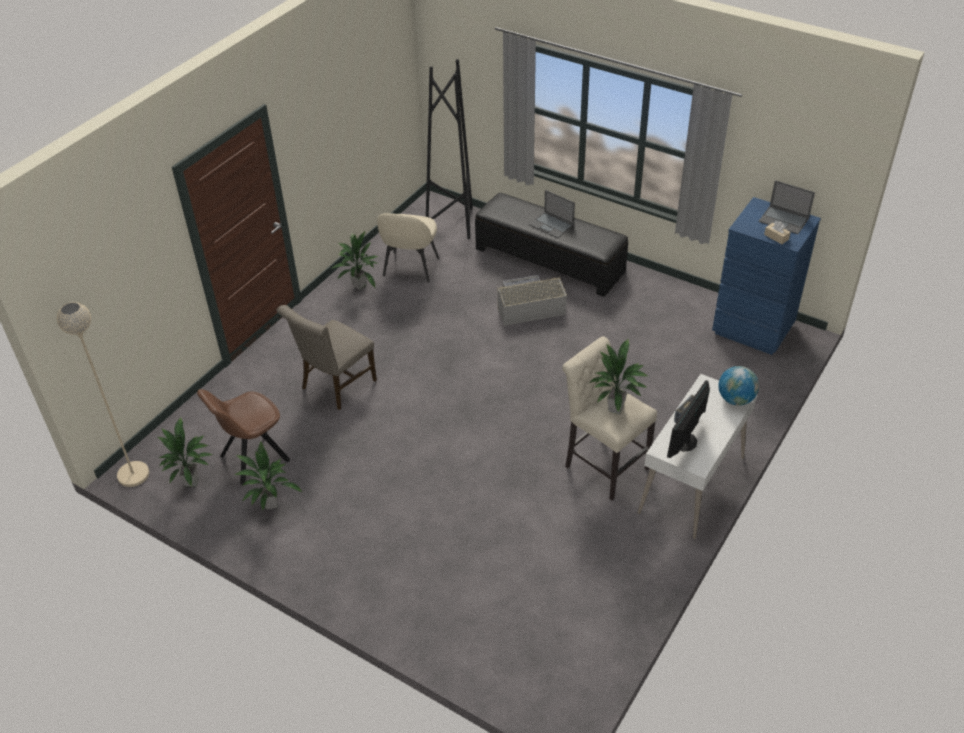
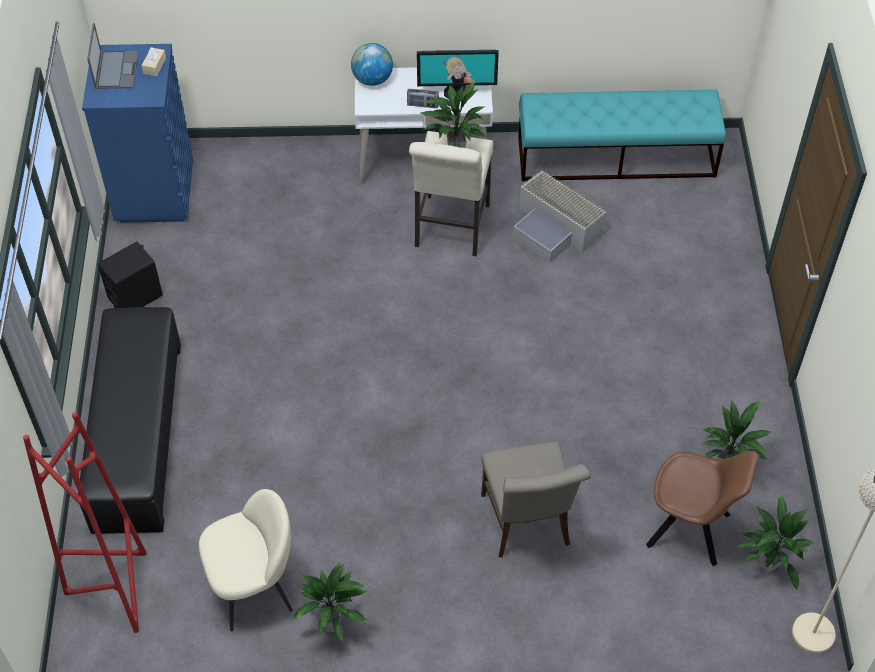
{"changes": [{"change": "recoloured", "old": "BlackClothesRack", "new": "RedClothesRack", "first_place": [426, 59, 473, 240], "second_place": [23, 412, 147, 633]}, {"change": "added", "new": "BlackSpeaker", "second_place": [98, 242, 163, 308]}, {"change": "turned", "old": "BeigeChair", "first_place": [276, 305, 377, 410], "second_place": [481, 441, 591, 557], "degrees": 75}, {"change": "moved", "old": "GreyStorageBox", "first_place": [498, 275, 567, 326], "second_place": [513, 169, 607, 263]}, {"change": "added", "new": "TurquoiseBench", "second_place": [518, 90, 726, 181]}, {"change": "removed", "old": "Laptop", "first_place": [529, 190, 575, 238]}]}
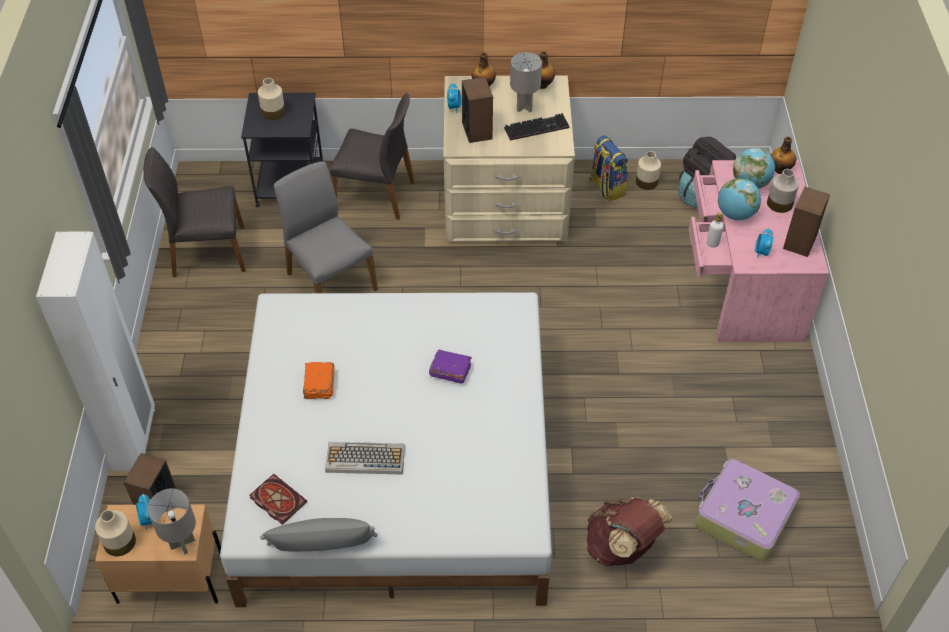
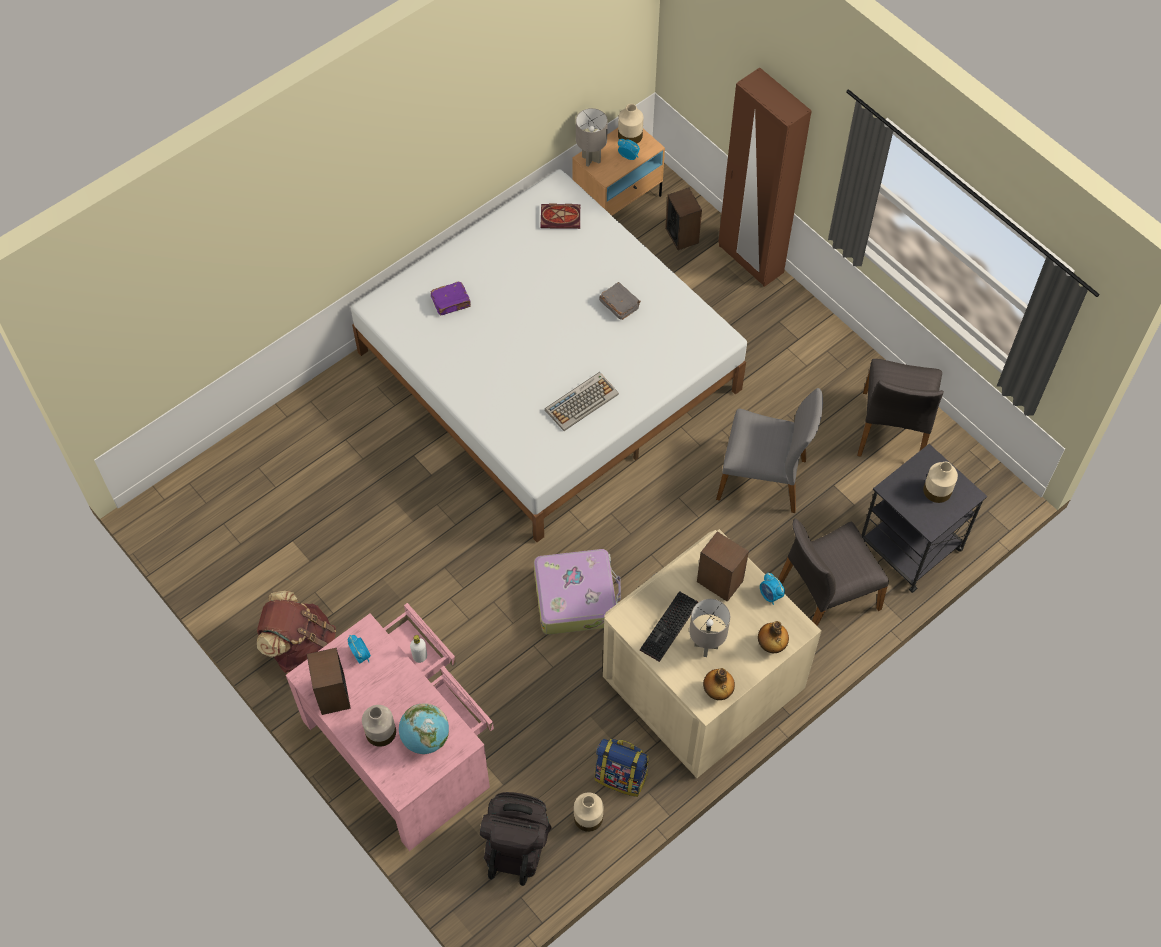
{"changes": [{"change": "moved", "old": "BrownBackpack", "first_place": [587, 497, 673, 566], "second_place": [257, 591, 336, 674]}, {"change": "moved", "old": "PurpleBook", "first_place": [429, 350, 472, 384], "second_place": [431, 282, 471, 315]}, {"change": "moved", "old": "Suitcase", "first_place": [696, 459, 800, 561], "second_place": [534, 549, 621, 635]}, {"change": "moved", "old": "Keyboard", "first_place": [325, 442, 405, 475], "second_place": [545, 372, 619, 431]}, {"change": "recoloured", "old": "OrangeBook", "new": "GreyBook", "first_place": [303, 362, 335, 399], "second_place": [599, 282, 641, 320]}, {"change": "recoloured", "old": "WhiteWardrobe", "new": "BrownWardrobe", "first_place": [36, 232, 155, 471], "second_place": [718, 67, 812, 287]}, {"change": "turned", "old": "GreyChair", "first_place": [143, 147, 246, 277], "second_place": [857, 359, 944, 457], "degrees": 150}, {"change": "removed", "old": "GreyPillow", "first_place": [260, 518, 378, 552]}, {"change": "removed", "old": "Globe", "first_place": [718, 178, 761, 220]}, {"change": "removed", "old": "Bottle", "first_place": [771, 136, 796, 174]}]}
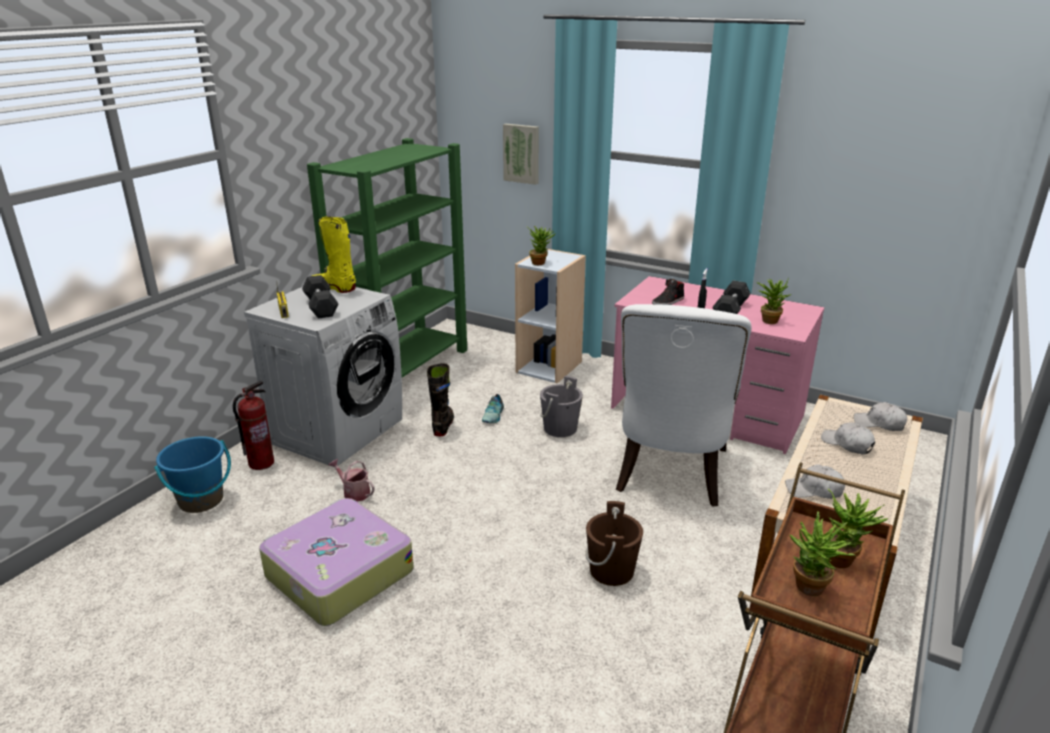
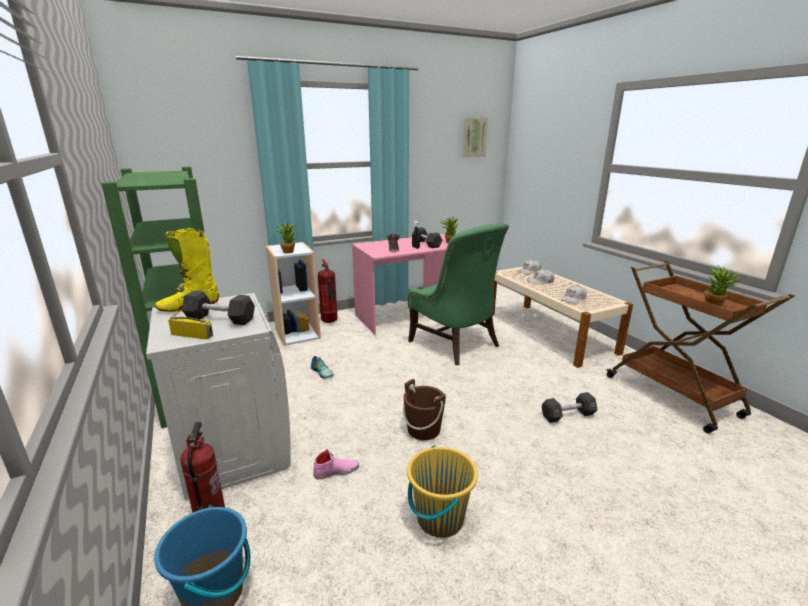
{"changes": [{"change": "replaced", "old": "WateringCan", "new": "PinkShoe", "first_place": [329, 459, 375, 502], "second_place": [313, 449, 359, 480]}, {"change": "added", "new": "FireExtinguisher", "second_place": [318, 260, 338, 323]}, {"change": "moved", "old": "BrownBucket", "first_place": [585, 501, 643, 586], "second_place": [403, 379, 446, 440]}, {"change": "replaced", "old": "Suitcase", "new": "YellowBucket", "first_place": [259, 498, 414, 626], "second_place": [407, 446, 478, 538]}, {"change": "recoloured", "old": "WhiteChair", "new": "GreenChair", "first_place": [616, 304, 752, 507], "second_place": [408, 223, 509, 365]}, {"change": "moved", "old": "Picture", "first_place": [503, 124, 539, 185], "second_place": [463, 117, 488, 158]}, {"change": "added", "new": "BlackDumbbell", "second_place": [542, 392, 598, 423]}, {"change": "removed", "old": "BlackBoot", "first_place": [427, 363, 454, 436]}, {"change": "removed", "old": "GreyBucket", "first_place": [540, 376, 583, 437]}, {"change": "removed", "old": "PottedPlant", "first_place": [826, 489, 889, 568]}]}
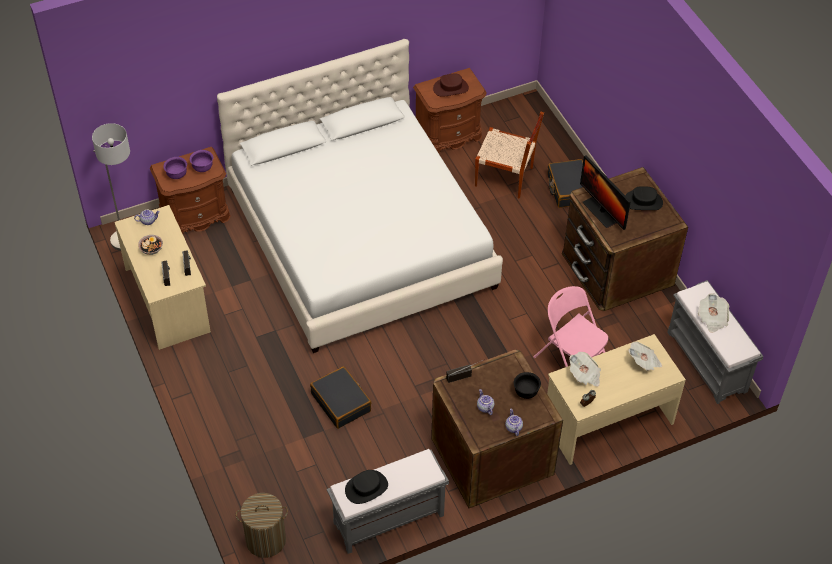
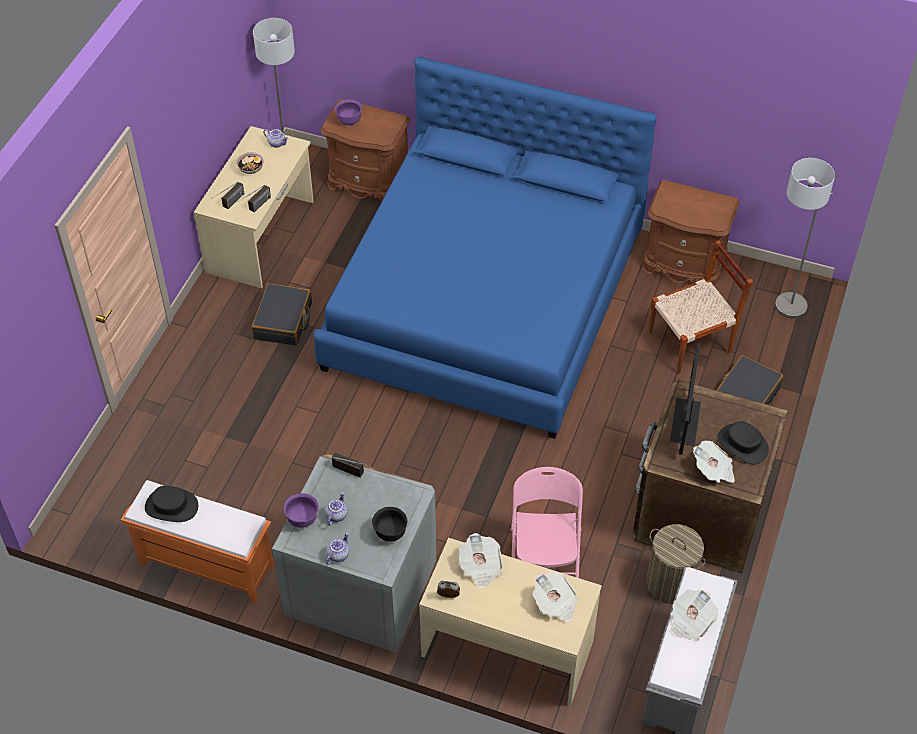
{"changes": [{"change": "recoloured", "old": "GreyBench", "new": "OrangeBench", "first_place": [327, 449, 449, 554], "second_place": [121, 480, 274, 603]}, {"change": "moved", "old": "BlackSuitcase", "first_place": [310, 366, 371, 429], "second_place": [251, 283, 312, 346]}, {"change": "recoloured", "old": "BrownDresser", "new": "GreyDresser", "first_place": [431, 349, 563, 508], "second_place": [272, 454, 437, 653]}, {"change": "moved", "old": "PurpleBowl", "first_place": [190, 150, 213, 172], "second_place": [283, 493, 319, 528]}, {"change": "recoloured", "old": "WhiteBed", "new": "BlueBed", "first_place": [217, 39, 503, 353], "second_place": [313, 57, 656, 439]}, {"change": "moved", "old": "LaundryBasket", "first_place": [236, 493, 288, 558], "second_place": [646, 524, 706, 604]}, {"change": "turned", "old": "Chair", "first_place": [475, 112, 544, 199], "second_place": [649, 240, 753, 373], "degrees": -90}, {"change": "added", "new": "Newspaper", "second_place": [693, 441, 735, 483]}, {"change": "added", "new": "GreyFloorLamp", "second_place": [775, 158, 835, 319]}, {"change": "removed", "old": "BrownHat", "first_place": [433, 73, 469, 97]}]}
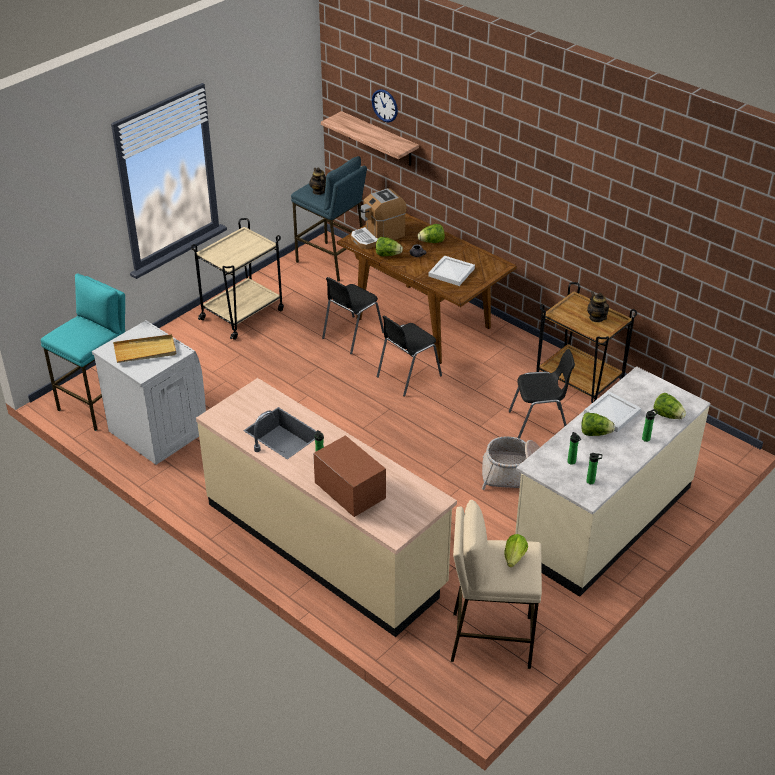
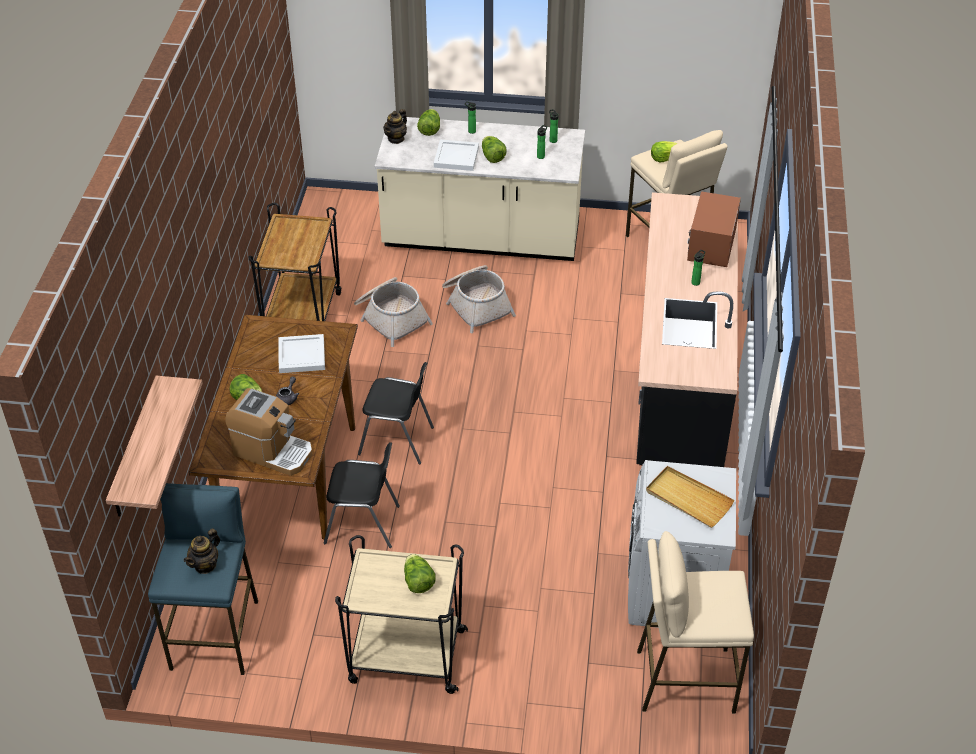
{"changes": [{"change": "replaced", "old": "BlackChair", "new": "Basket", "first_place": [509, 349, 575, 439], "second_place": [354, 277, 433, 347]}, {"change": "moved", "old": "Teapot", "first_place": [587, 291, 609, 322], "second_place": [383, 109, 407, 144]}, {"change": "moved", "old": "Lettuce", "first_place": [376, 237, 403, 256], "second_place": [404, 554, 436, 593]}, {"change": "recoloured", "old": "BeigeCounter", "new": "BlackCounter", "first_place": [196, 378, 457, 637], "second_place": [636, 192, 738, 467]}, {"change": "recoloured", "old": "TurquoiseStool", "new": "BeigeStool", "first_place": [41, 274, 125, 431], "second_place": [637, 531, 754, 714]}, {"change": "removed", "old": "WallClock", "first_place": [372, 89, 398, 122]}]}
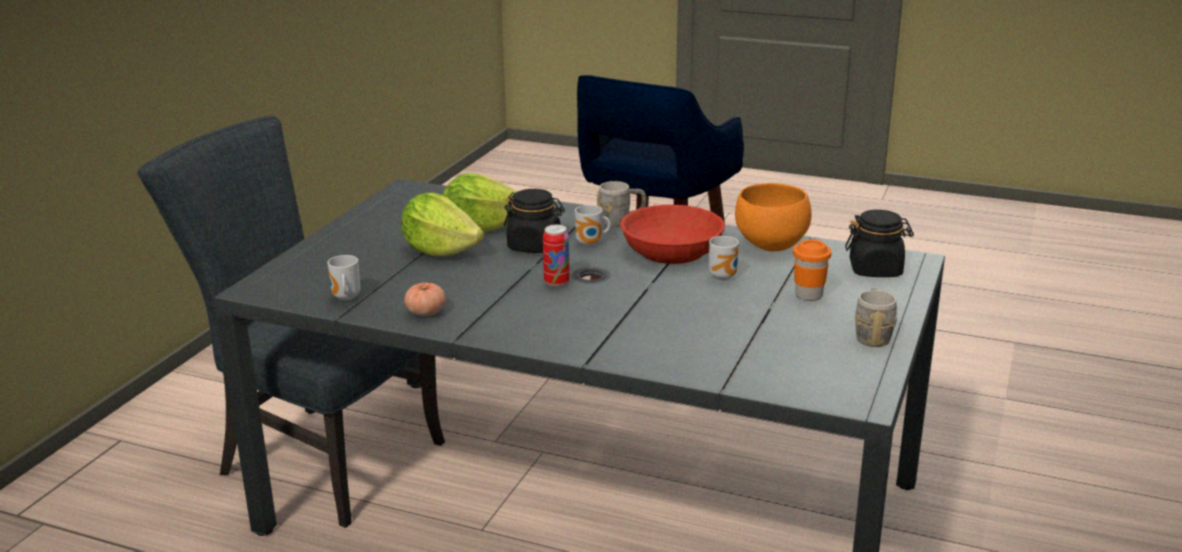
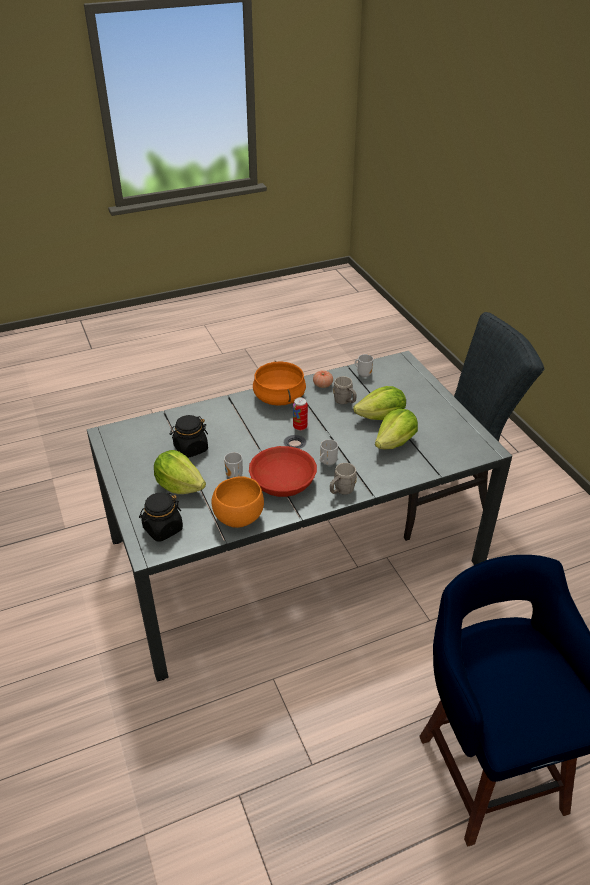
{"changes": [{"change": "replaced", "old": "OrangeCup", "new": "Lettuce", "first_place": [793, 239, 832, 301], "second_place": [154, 450, 206, 494]}, {"change": "moved", "old": "BlackJar", "first_place": [504, 189, 565, 253], "second_place": [170, 415, 208, 458]}, {"change": "added", "new": "OrangeCookingPot", "second_place": [253, 361, 306, 406]}, {"change": "moved", "old": "GreyMug", "first_place": [855, 289, 897, 347], "second_place": [333, 376, 357, 404]}]}
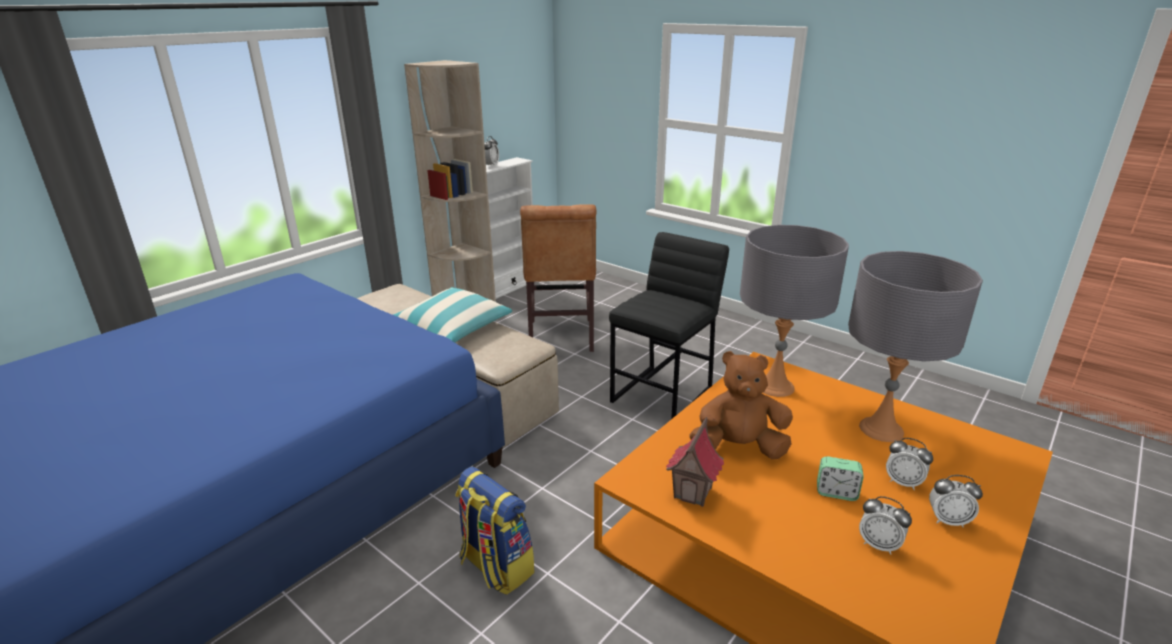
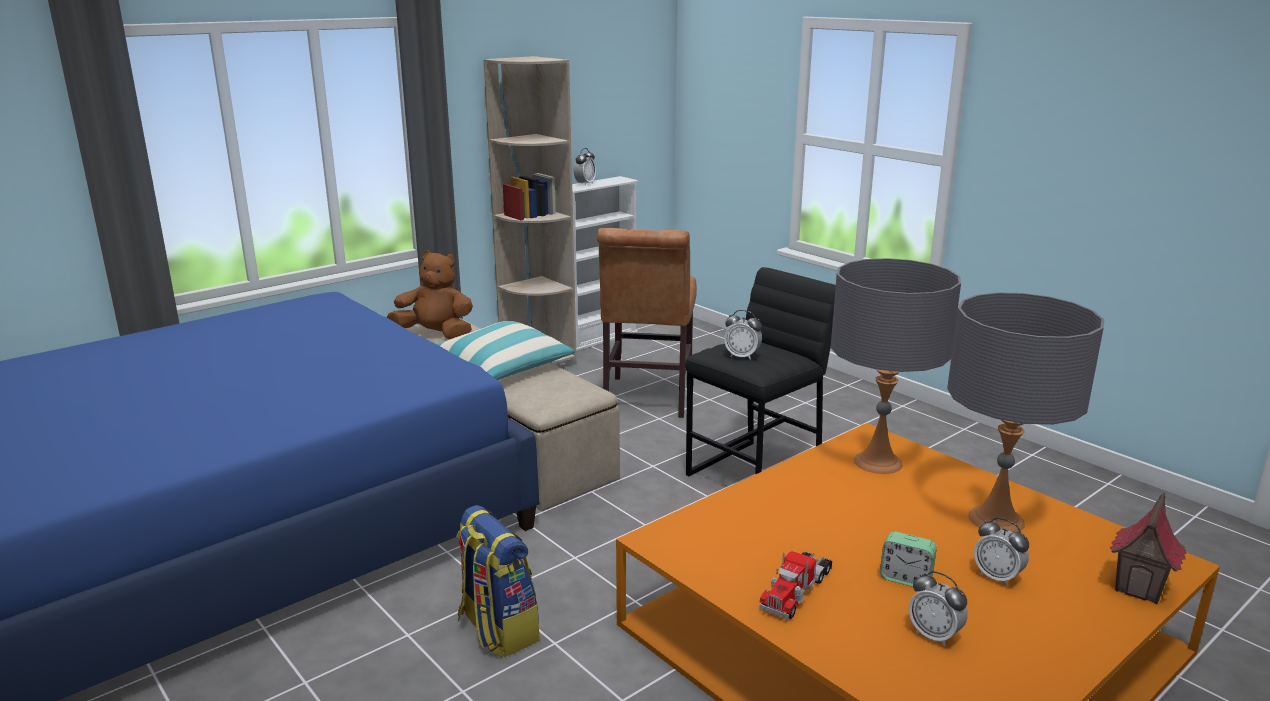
{"changes": [{"change": "moved", "old": "BrownPlushToy", "first_place": [689, 351, 793, 459], "second_place": [387, 250, 473, 339]}, {"change": "moved", "old": "AlarmClock", "first_place": [929, 475, 983, 527], "second_place": [724, 310, 762, 360]}, {"change": "added", "new": "ToyTruck", "second_place": [759, 551, 833, 619]}, {"change": "moved", "old": "ToyHouse", "first_place": [666, 417, 724, 507], "second_place": [1110, 492, 1187, 604]}]}
